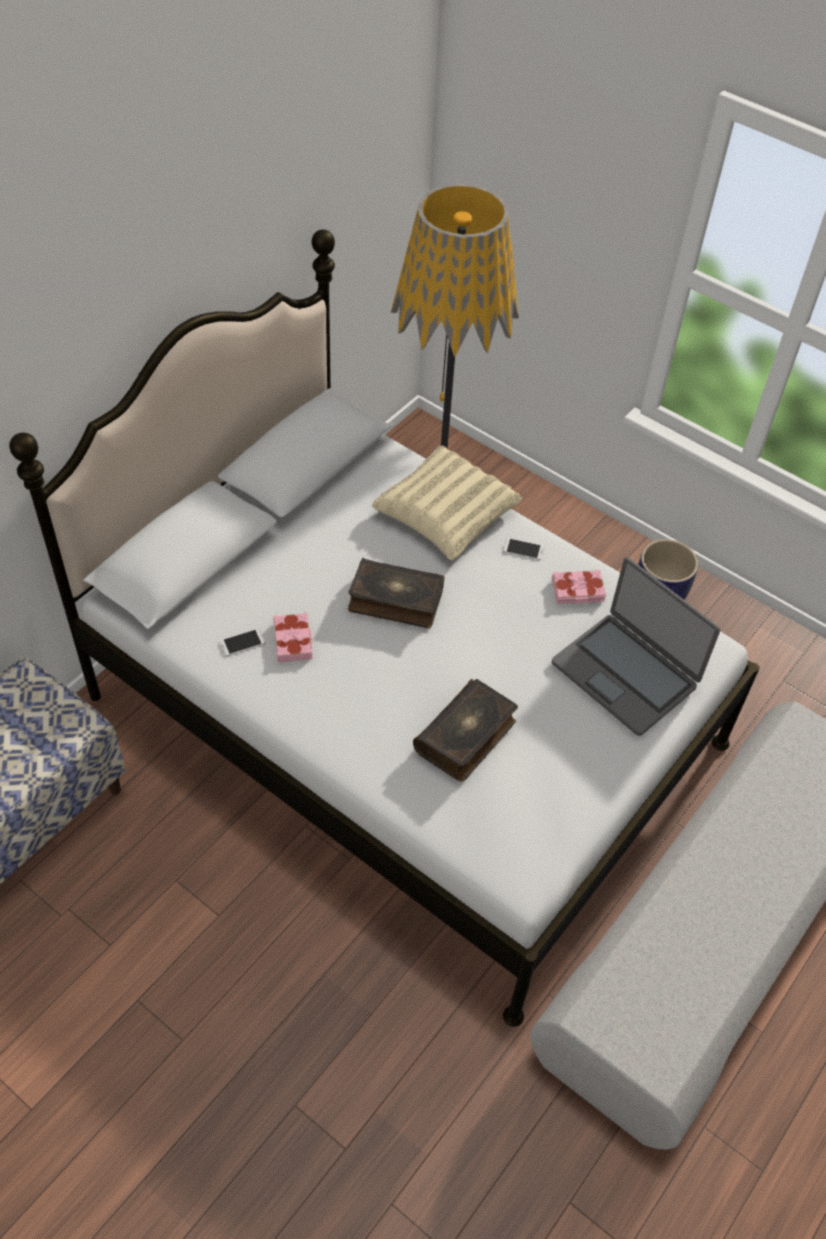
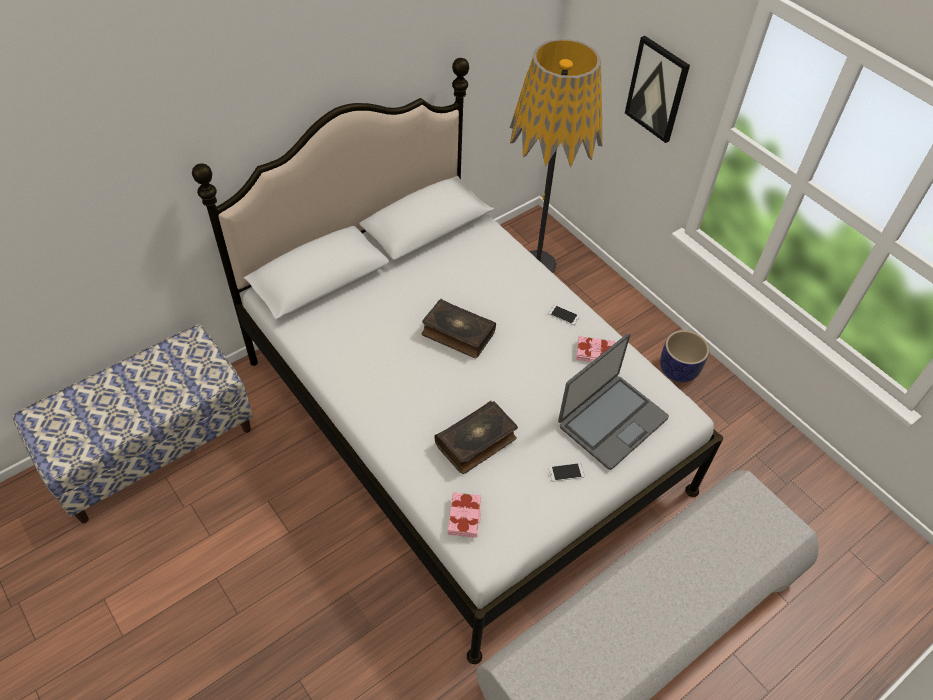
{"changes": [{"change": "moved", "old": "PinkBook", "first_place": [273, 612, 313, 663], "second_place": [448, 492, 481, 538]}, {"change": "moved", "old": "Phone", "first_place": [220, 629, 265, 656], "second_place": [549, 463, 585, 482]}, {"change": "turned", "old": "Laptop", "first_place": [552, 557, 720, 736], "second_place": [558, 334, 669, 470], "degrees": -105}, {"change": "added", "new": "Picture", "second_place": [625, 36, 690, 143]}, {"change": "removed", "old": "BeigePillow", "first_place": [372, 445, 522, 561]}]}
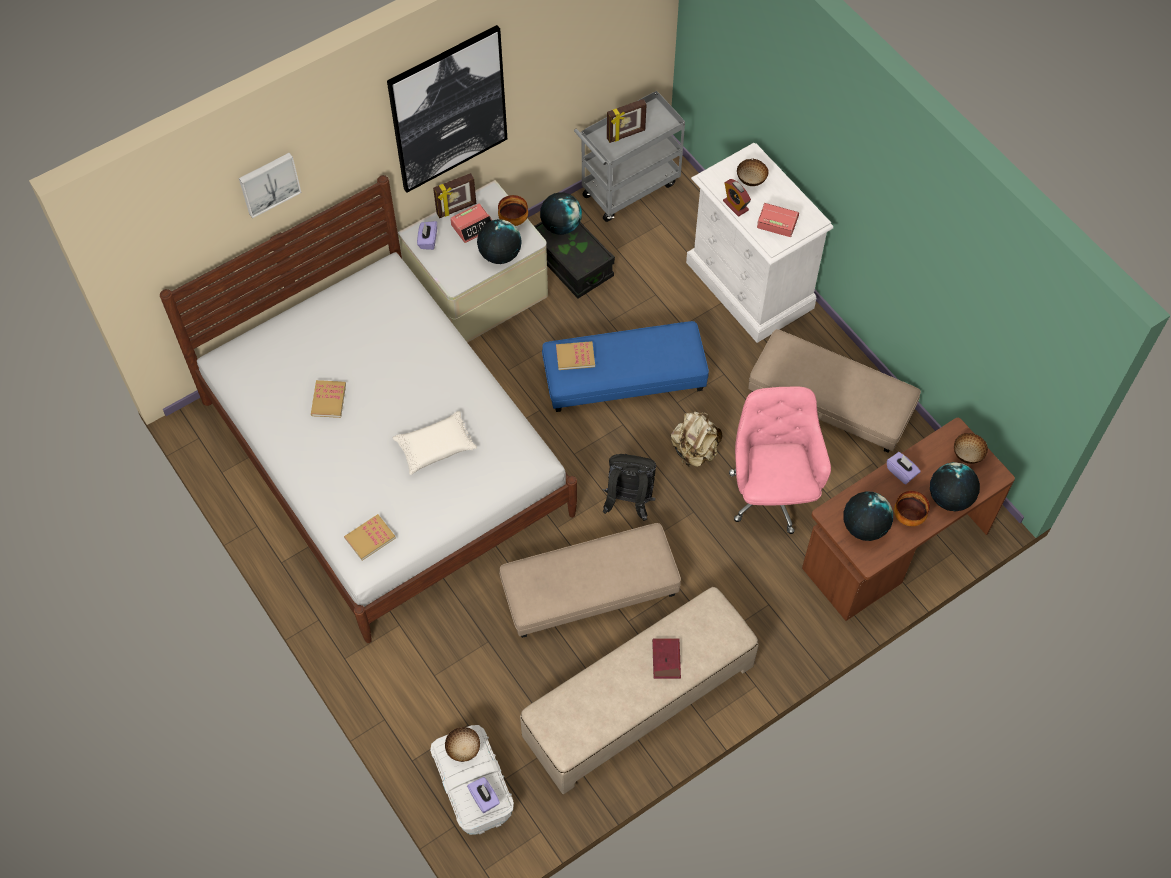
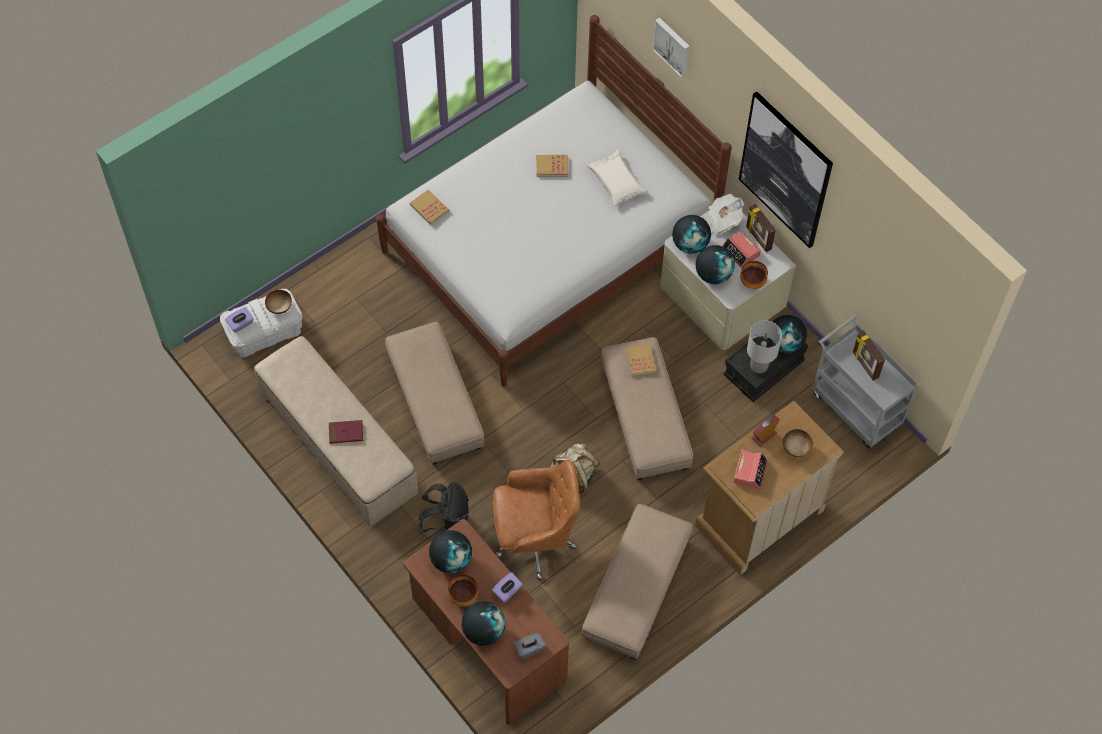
{"changes": [{"change": "moved", "old": "BlackBackpack", "first_place": [603, 454, 656, 521], "second_place": [419, 483, 469, 534]}, {"change": "recoloured", "old": "PinkOfficeChair", "new": "BrownOfficeChair", "first_place": [729, 387, 831, 534], "second_place": [493, 460, 580, 580]}, {"change": "replaced", "old": "Bowl", "new": "GreyTissueBox", "first_place": [954, 433, 988, 464], "second_place": [514, 633, 546, 659]}, {"change": "moved", "old": "WhitePillow", "first_place": [393, 411, 477, 475], "second_place": [586, 150, 648, 206]}, {"change": "recoloured", "old": "BlueOttoman", "new": "BeigeOttoman", "first_place": [542, 321, 709, 412], "second_place": [601, 337, 693, 480]}, {"change": "added", "new": "Globe", "second_place": [672, 215, 711, 254]}, {"change": "recoloured", "old": "WhiteDresser", "new": "BrownDresser", "first_place": [686, 143, 833, 343], "second_place": [695, 401, 844, 575]}, {"change": "replaced", "old": "PurpleTissueBox", "new": "Newspaper", "first_place": [417, 221, 437, 250], "second_place": [702, 194, 744, 235]}, {"change": "added", "new": "GreyTableLamp", "second_place": [747, 320, 782, 373]}]}
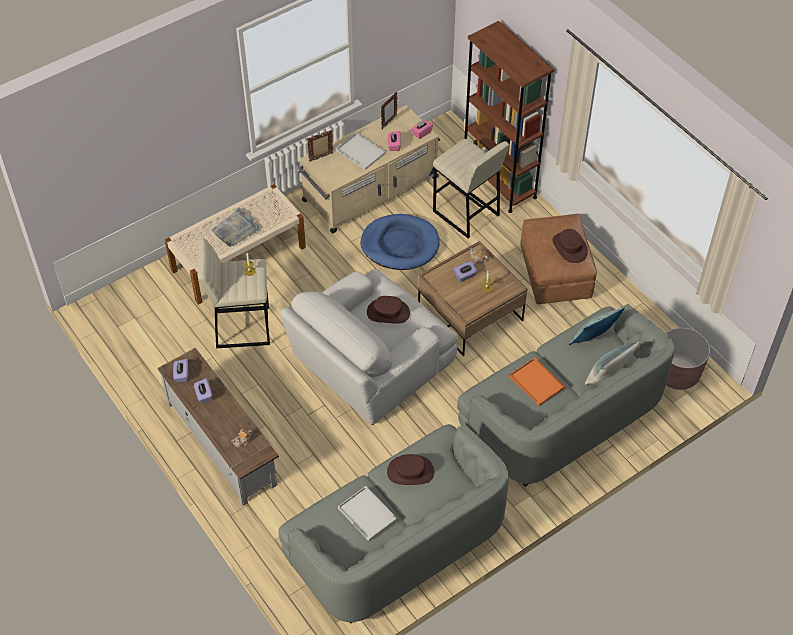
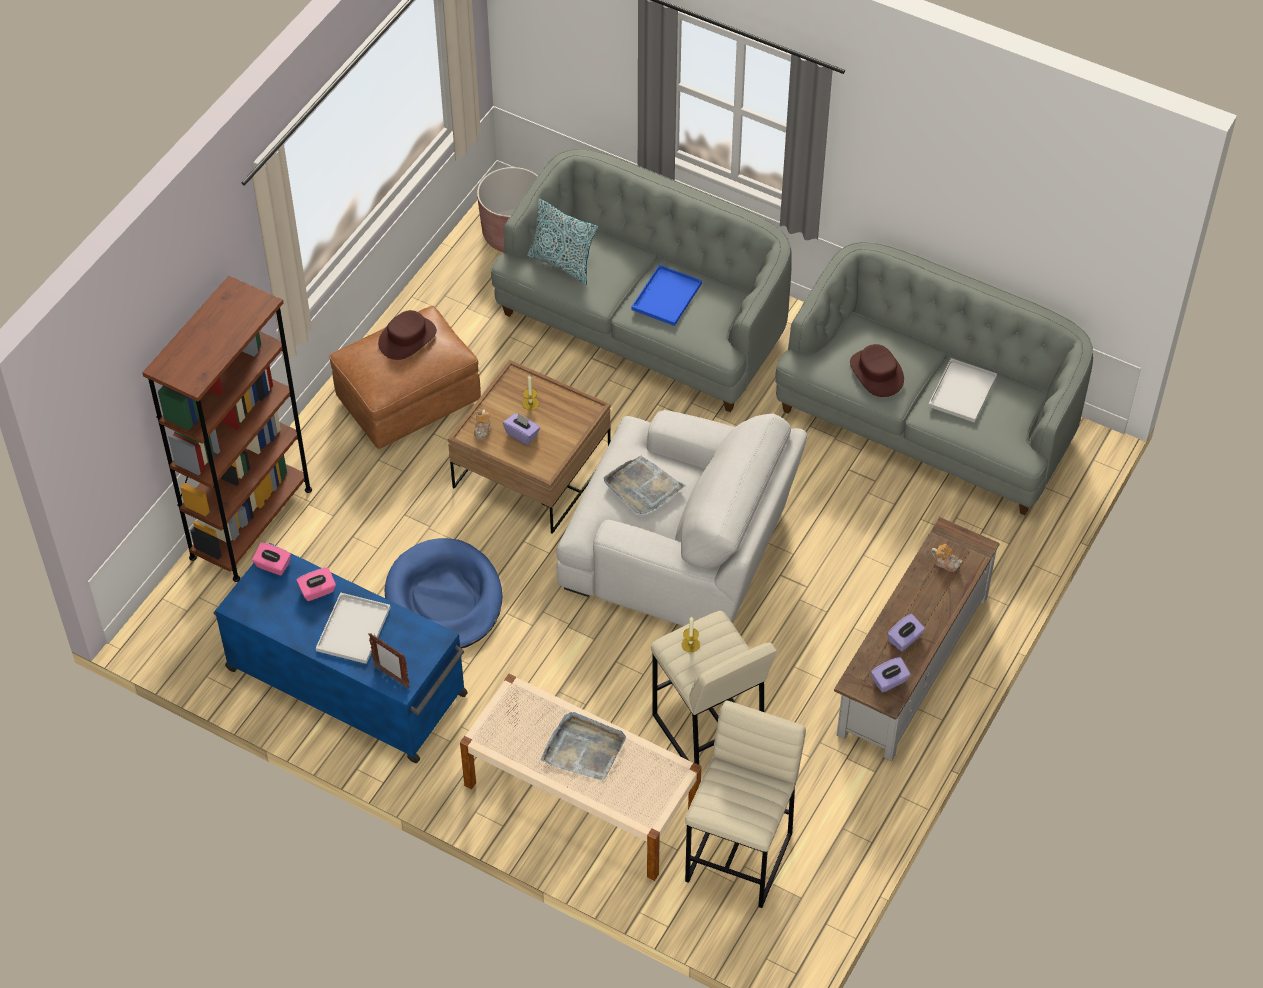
{"changes": [{"change": "recoloured", "old": "BeigeCabinet", "new": "BlueCabinet", "first_place": [298, 105, 440, 233], "second_place": [214, 543, 468, 763]}, {"change": "replaced", "old": "BrownHat", "new": "GreyTray", "first_place": [367, 296, 410, 324], "second_place": [604, 456, 686, 514]}, {"change": "recoloured", "old": "OrangeTray", "new": "BlueTray", "first_place": [509, 357, 565, 406], "second_place": [631, 265, 702, 326]}, {"change": "moved", "old": "BeigeStool", "first_place": [433, 139, 510, 239], "second_place": [685, 700, 806, 908]}, {"change": "removed", "old": "PictureFrame", "first_place": [381, 92, 397, 129]}, {"change": "removed", "old": "Pillow", "first_place": [585, 341, 640, 385]}]}
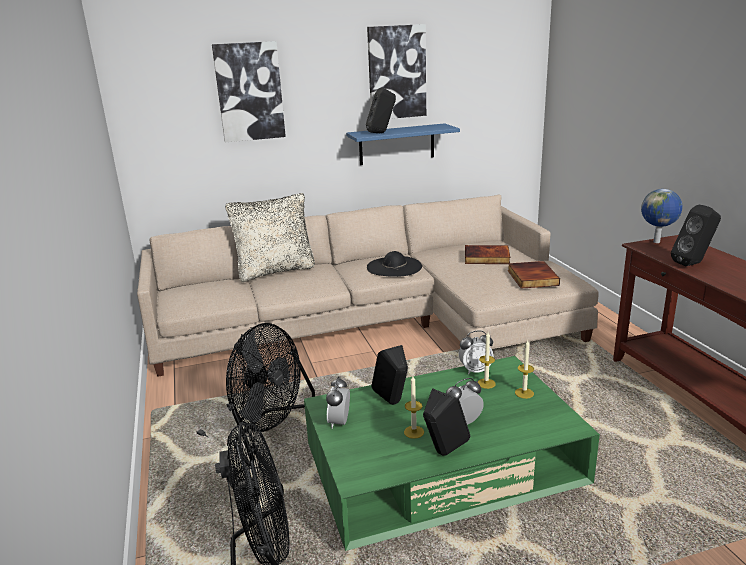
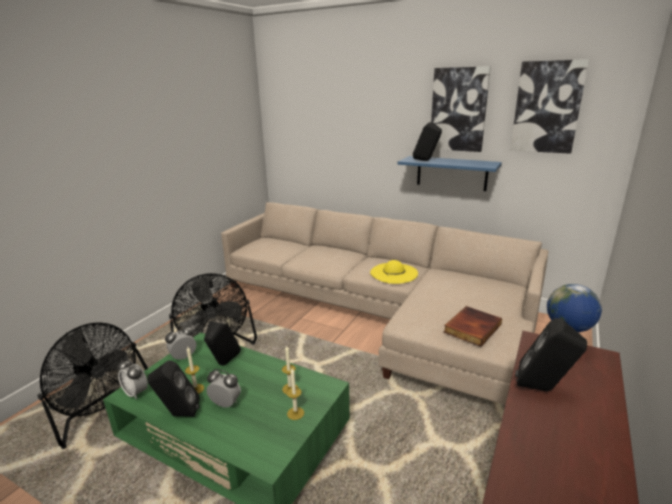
{"changes": [{"change": "moved", "old": "AlarmClock", "first_place": [459, 331, 494, 375], "second_place": [117, 358, 148, 400]}, {"change": "recoloured", "old": "BlackHat", "new": "YellowHat", "first_place": [367, 251, 422, 277], "second_place": [370, 260, 418, 284]}, {"change": "moved", "old": "Picture", "first_place": [212, 41, 286, 142], "second_place": [510, 59, 589, 154]}, {"change": "removed", "old": "BeigePillow", "first_place": [225, 193, 315, 282]}, {"change": "removed", "old": "Book", "first_place": [465, 245, 510, 264]}]}
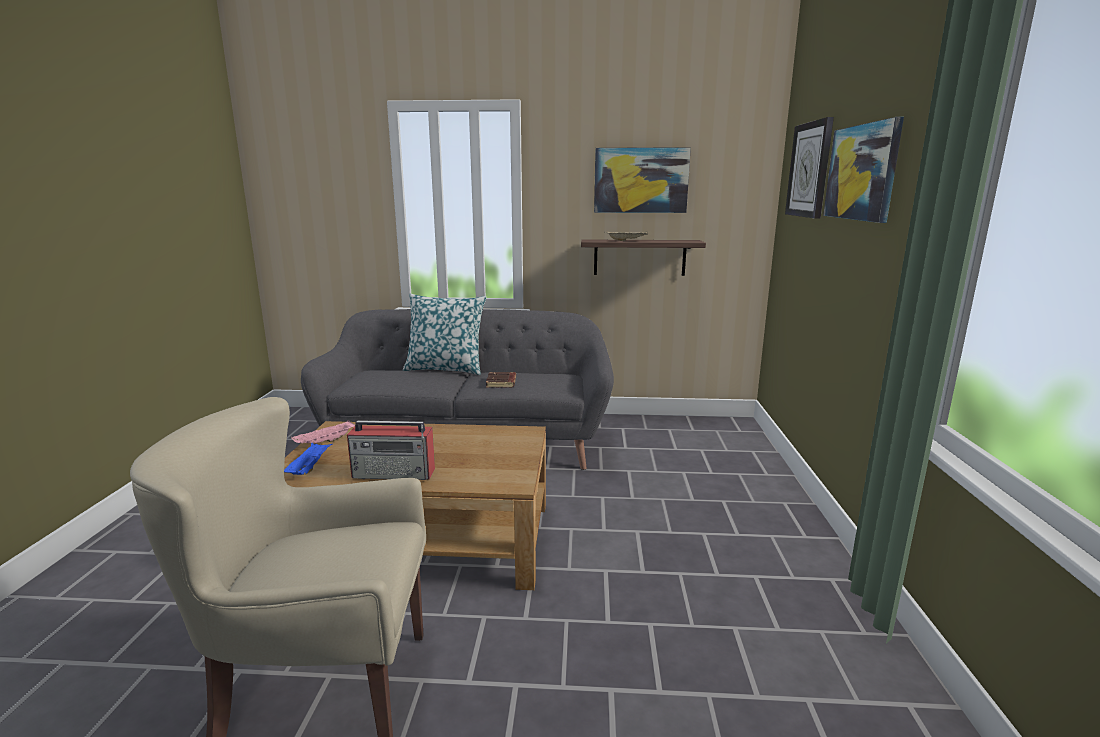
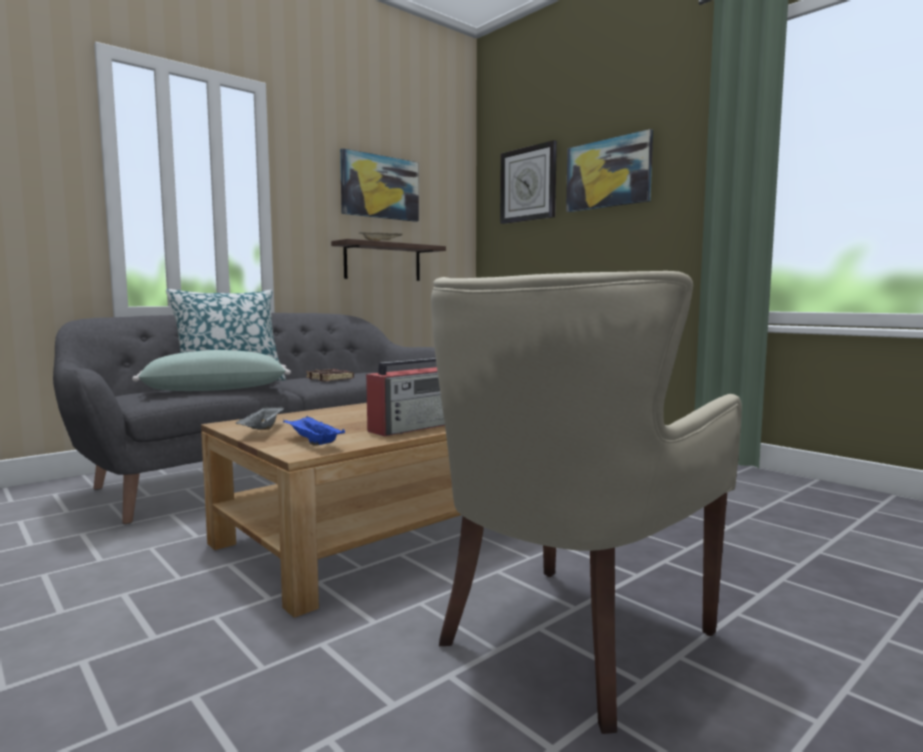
{"changes": [{"change": "added", "new": "GreenPillow", "second_place": [132, 350, 291, 391]}, {"change": "recoloured", "old": "PinkTray", "new": "GreyTray", "first_place": [291, 420, 355, 444], "second_place": [236, 405, 284, 430]}]}
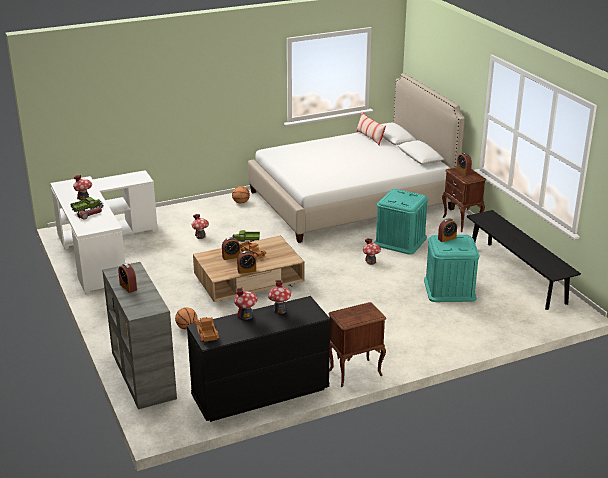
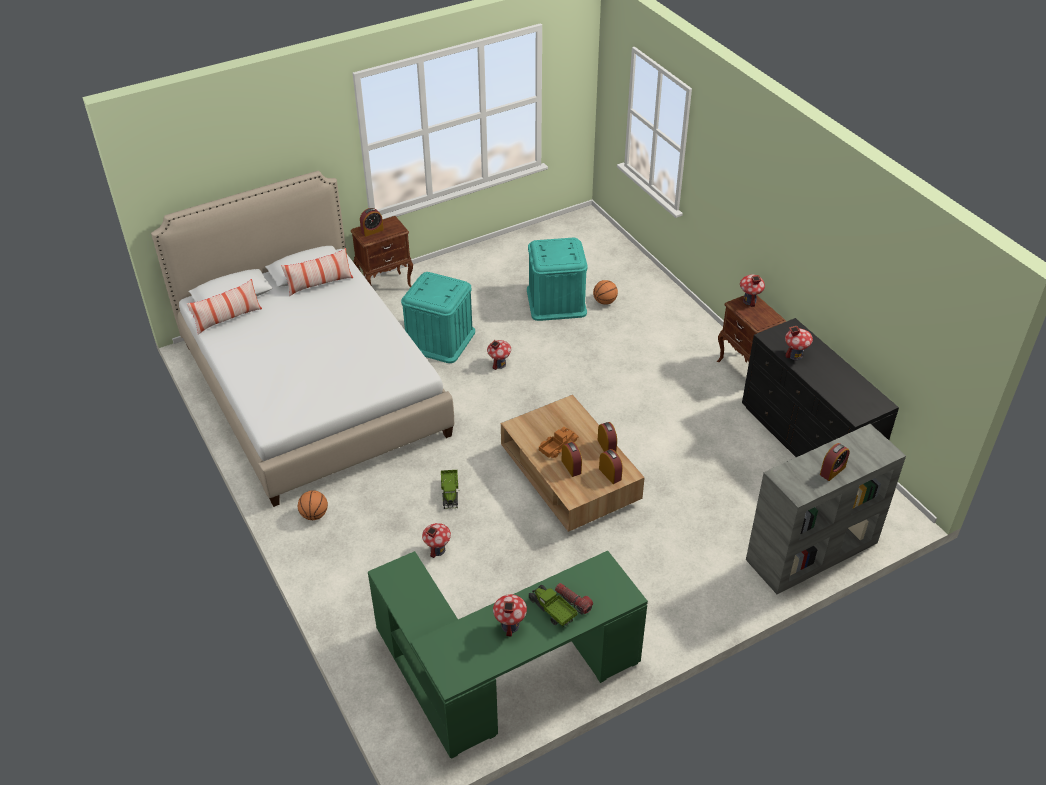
{"changes": [{"change": "added", "new": "Pillow", "second_place": [281, 248, 353, 296]}, {"change": "recoloured", "old": "WhiteDesk", "new": "GreenDesk", "first_place": [50, 170, 158, 295], "second_place": [368, 551, 648, 759]}, {"change": "moved", "old": "Basketball", "first_place": [175, 307, 198, 330], "second_place": [593, 280, 618, 305]}, {"change": "moved", "old": "AlarmClock", "first_place": [438, 218, 457, 242], "second_place": [599, 449, 623, 484]}, {"change": "moved", "old": "ToyHouse", "first_place": [234, 287, 258, 320], "second_place": [740, 275, 765, 307]}, {"change": "removed", "old": "ToyTruck", "first_place": [195, 317, 219, 342]}, {"change": "removed", "old": "BlackBench", "first_place": [467, 210, 581, 310]}]}
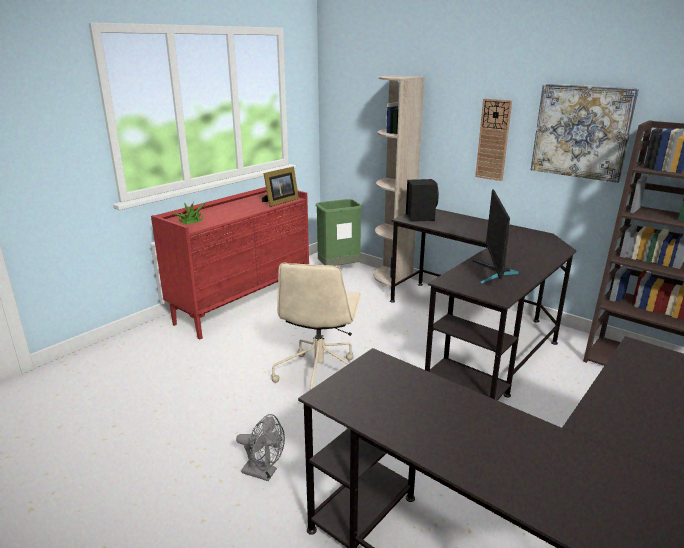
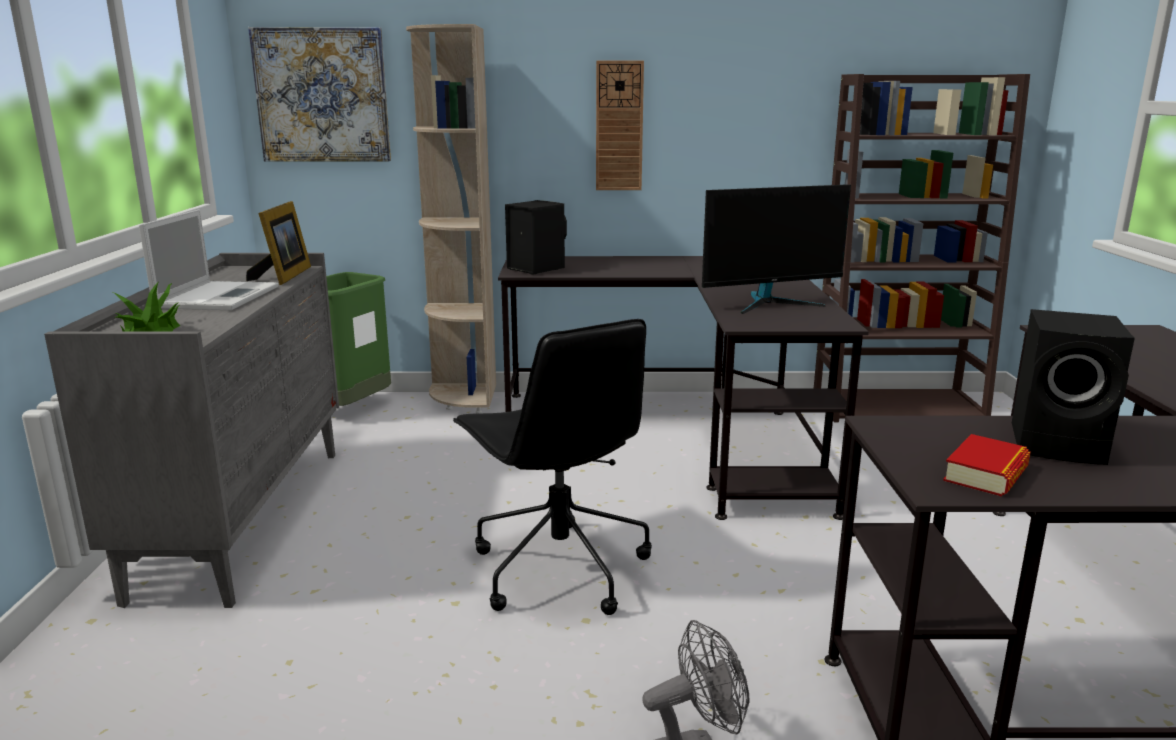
{"changes": [{"change": "recoloured", "old": "RedCabinet", "new": "GreyCabinet", "first_place": [151, 187, 309, 340], "second_place": [44, 253, 339, 608]}, {"change": "added", "new": "Laptop", "second_place": [139, 209, 278, 310]}, {"change": "moved", "old": "Picture", "first_place": [531, 84, 639, 183], "second_place": [248, 27, 391, 162]}, {"change": "recoloured", "old": "BeigeOfficeChair", "new": "BlackOfficeChair", "first_place": [271, 263, 361, 390], "second_place": [453, 319, 652, 615]}, {"change": "turned", "old": "Monitor", "first_place": [473, 189, 519, 284], "second_place": [702, 184, 851, 314], "degrees": -75}, {"change": "added", "new": "Book", "second_place": [943, 434, 1031, 496]}, {"change": "added", "new": "BlackSpeaker", "second_place": [1012, 309, 1135, 465]}]}
